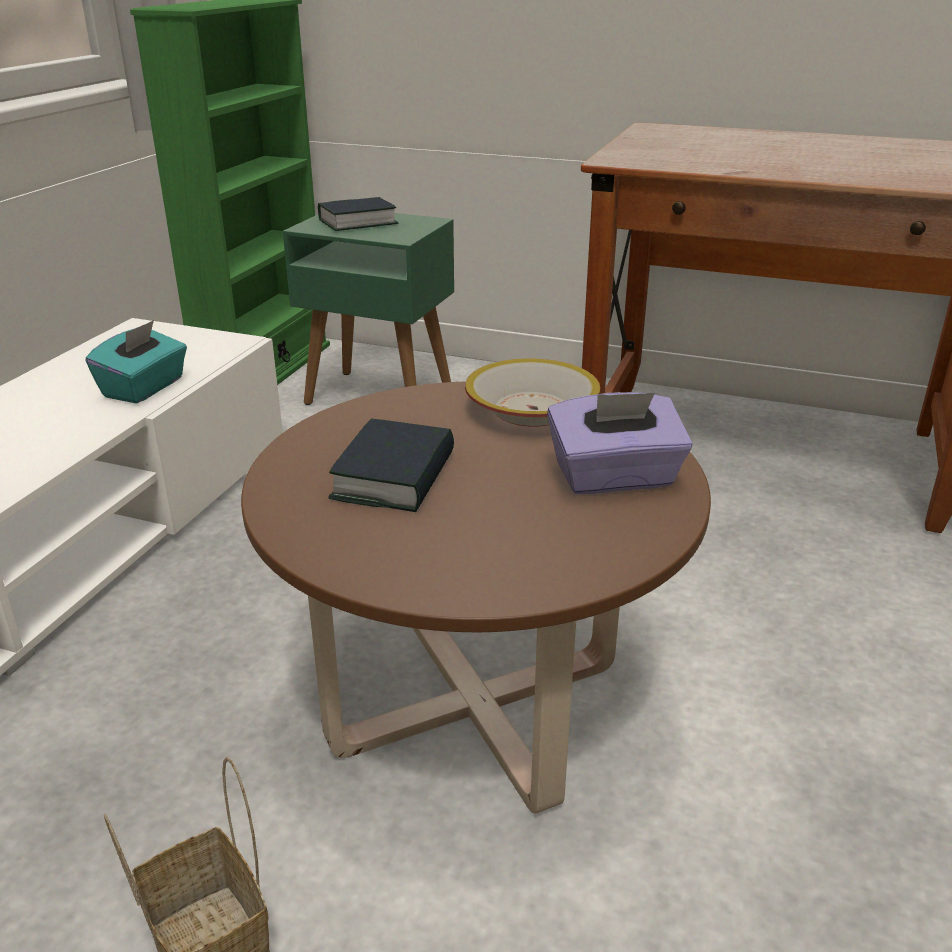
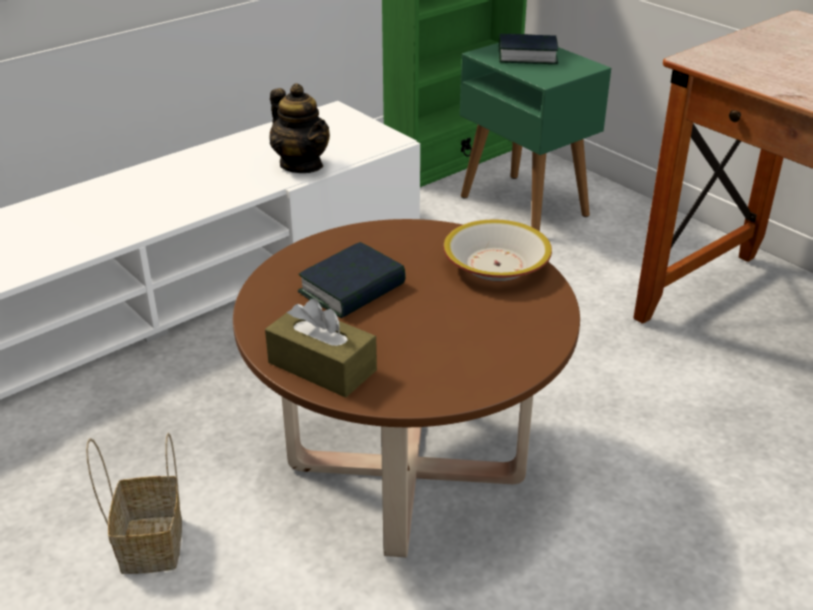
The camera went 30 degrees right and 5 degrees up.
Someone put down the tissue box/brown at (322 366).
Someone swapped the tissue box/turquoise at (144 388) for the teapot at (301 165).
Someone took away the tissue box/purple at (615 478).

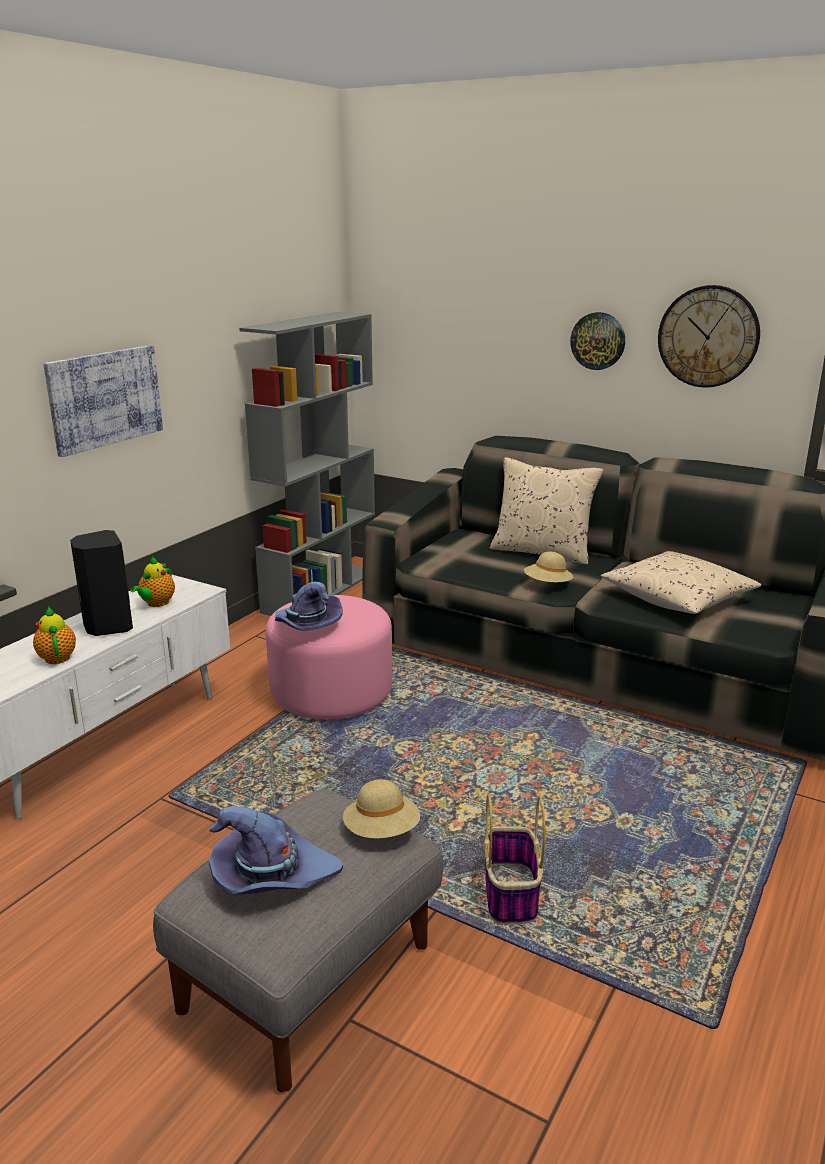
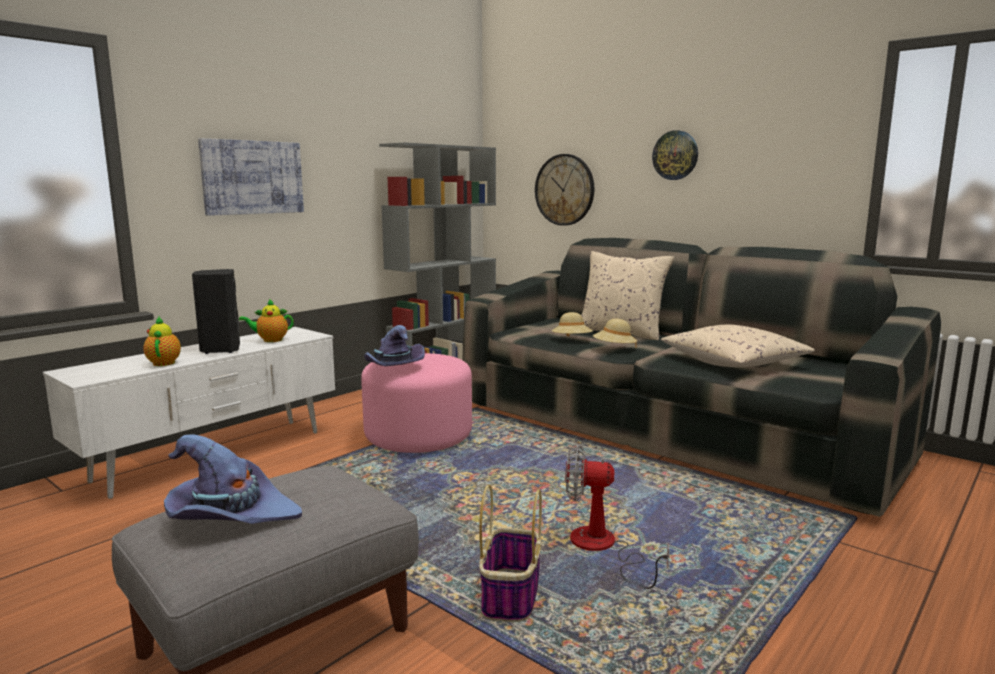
The camera went 10 degrees right and 10 degrees down.
Someone rotated the teapot at (156 603) by 45 degrees clockwise.
Someone carried the wall clock from (708 336) to (564 190).
Someone carried the hat/beige from (382 831) to (571 341).
Someone put down the fan at (602 549).

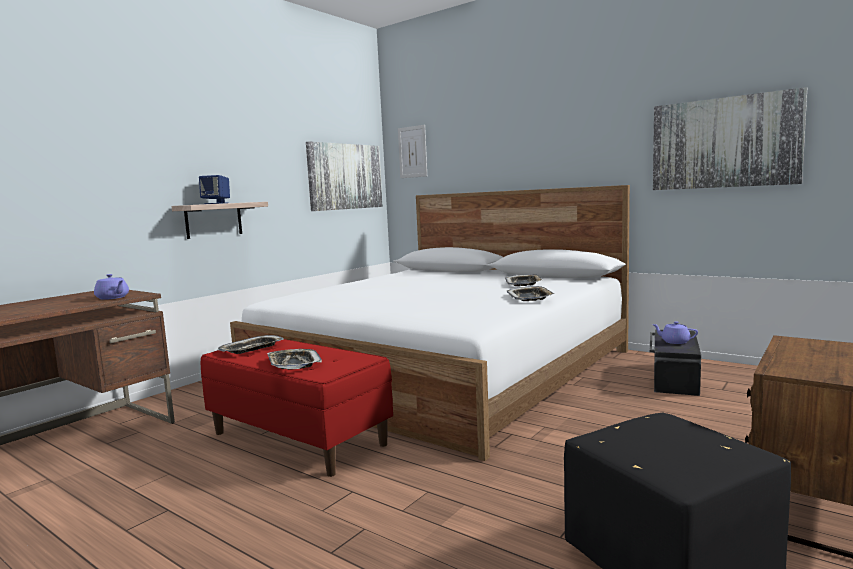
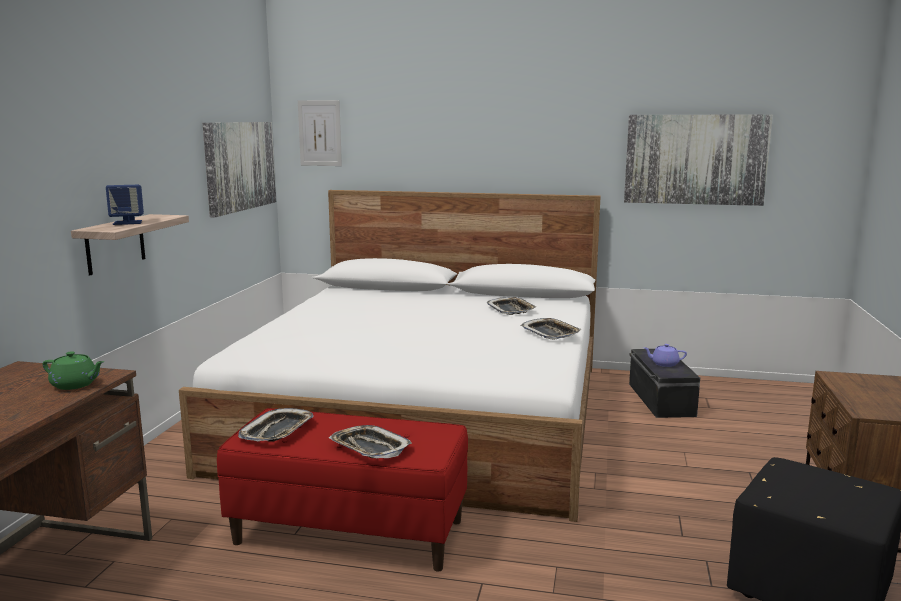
The camera went 25 degrees left and 5 degrees up.
Someone repainted the teapot/purple at (113 298), which became the teapot/green at (75 385).

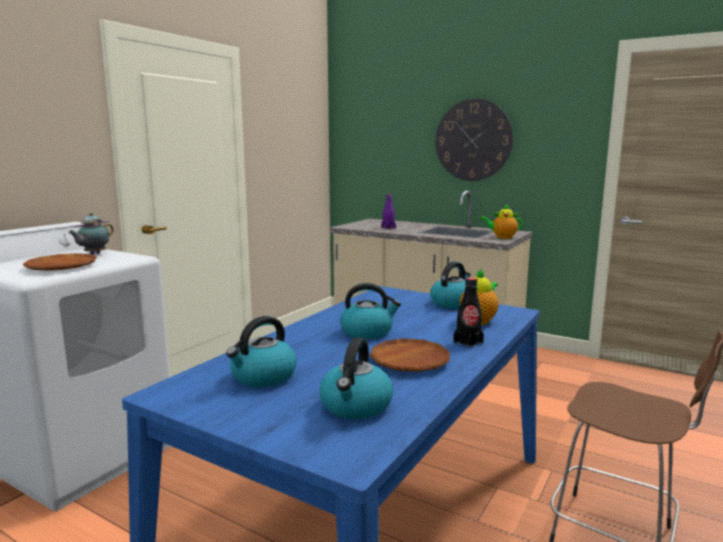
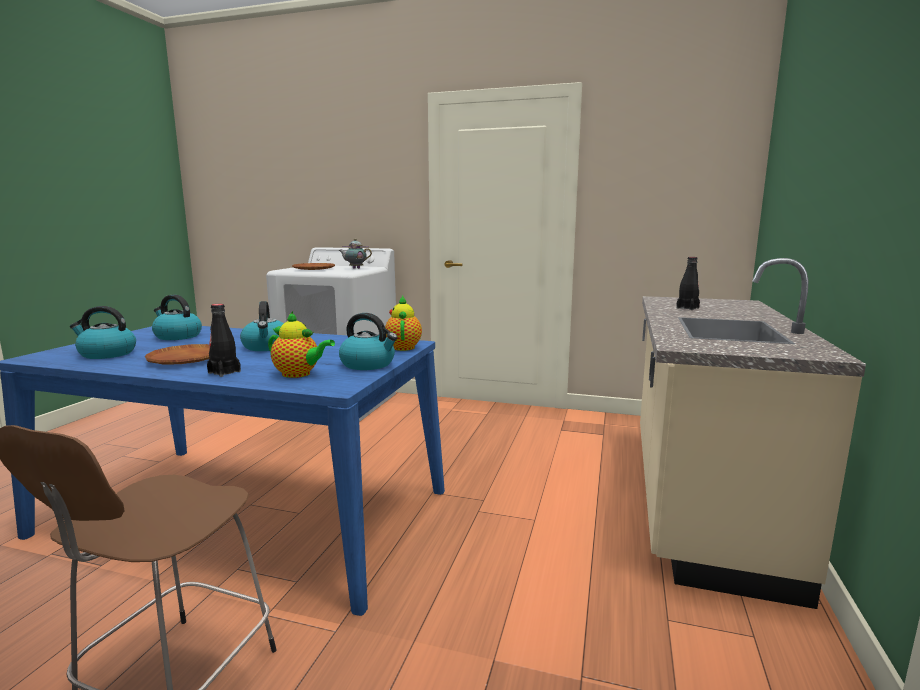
The camera went 75 degrees right and 0 degrees up.
Someone carried the teapot from (502 237) to (404 347).
Someone repainted the bottle/purple at (388 228), which became the bottle/black at (687 308).
Someone took away the wall clock at (473 140).

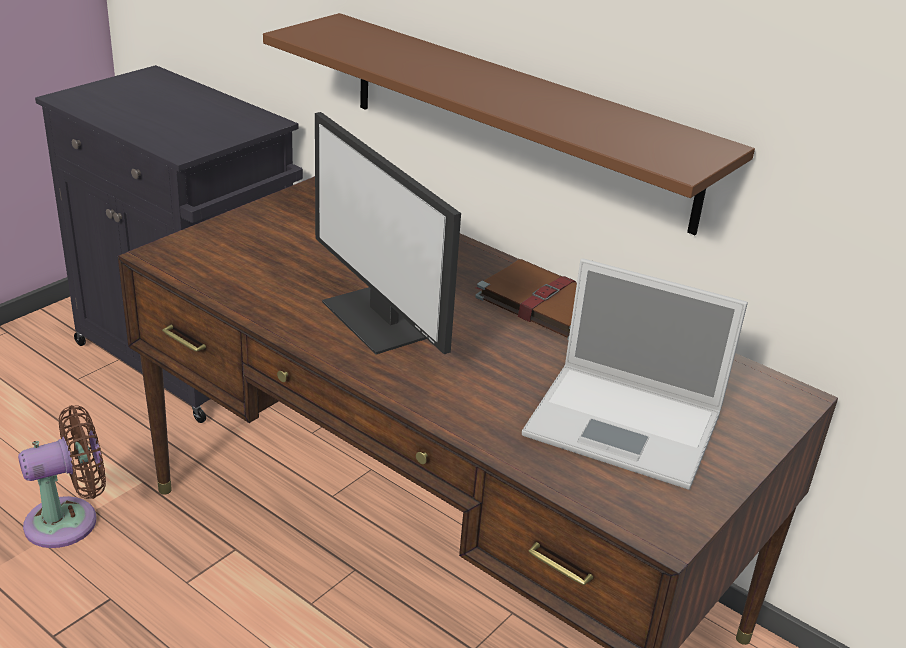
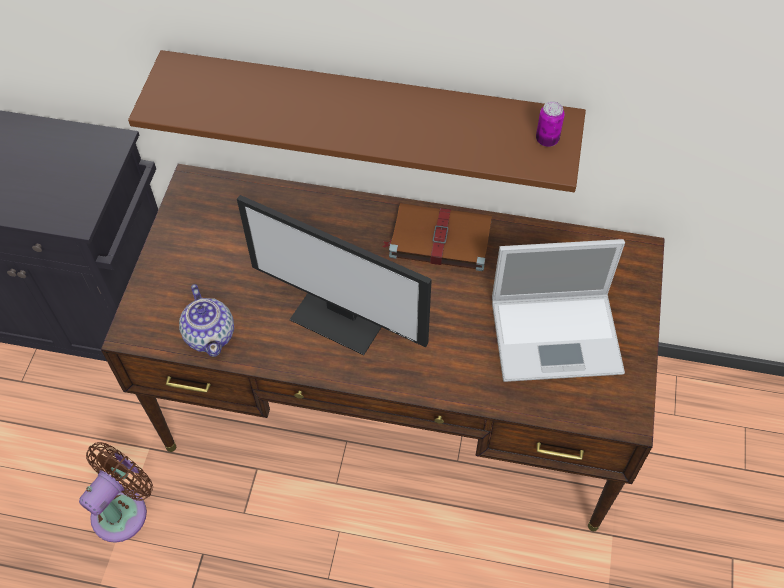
The camera went 25 degrees left and 25 degrees up.
Someone put down the teapot at (210 334).
Someone put down the can at (547 140).

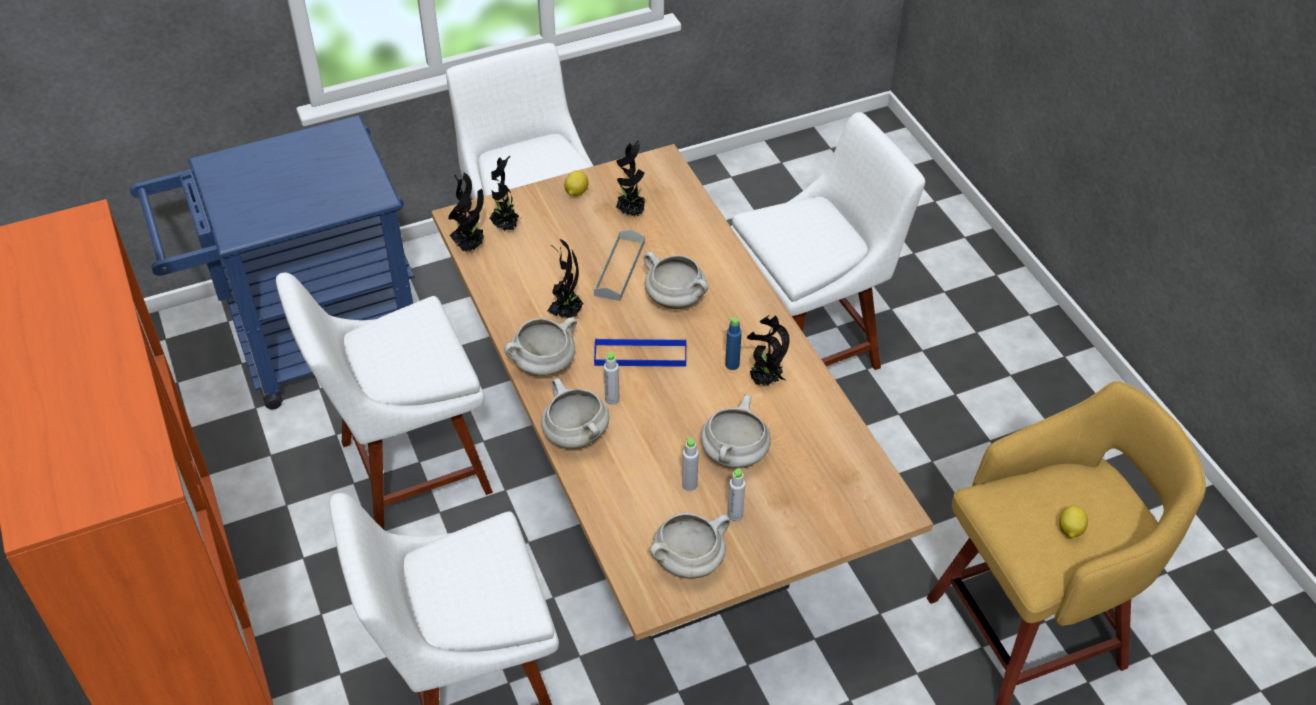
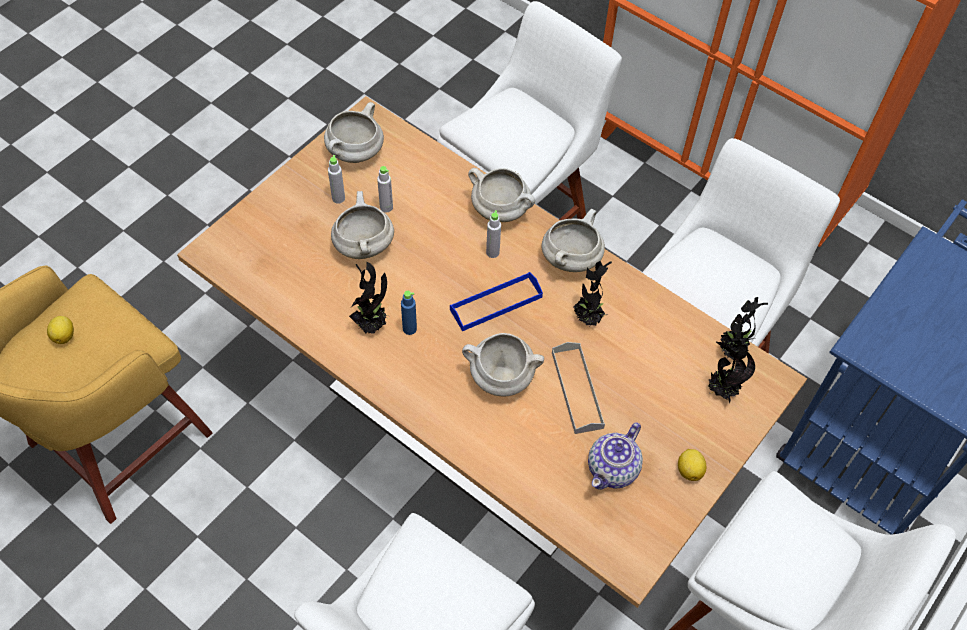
The camera went 150 degrees right and 10 degrees up.
Someone swapped the potted plant at (632 213) for the teapot at (613 469).

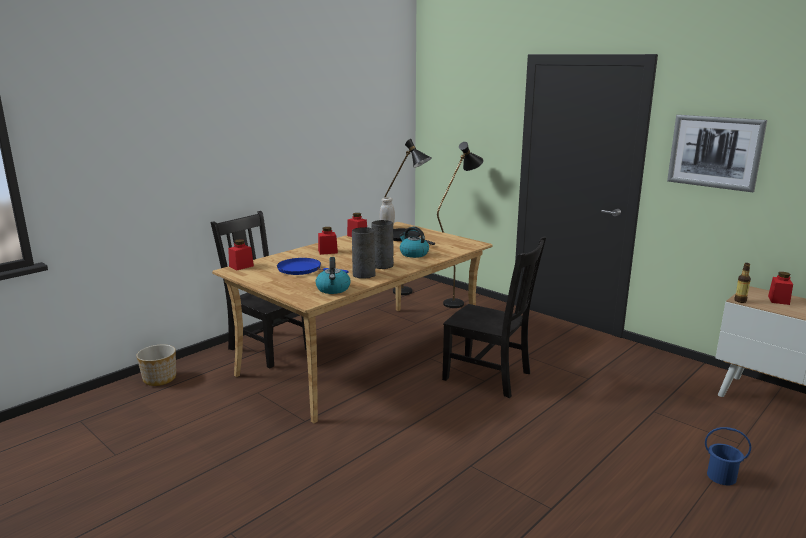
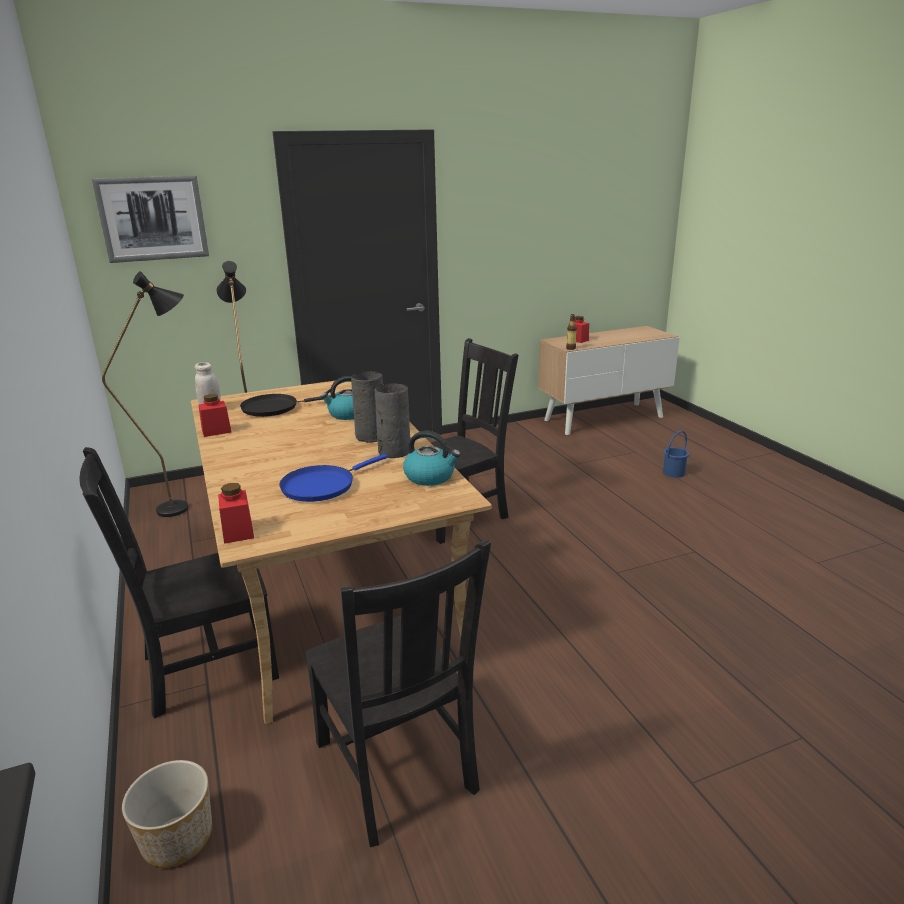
The camera went 65 degrees left and 5 degrees up.
Someone carried the picture from (715 152) to (153 218).
Someone put down the chair/black at (397 770).
Someone took away the jar/red at (328 252).

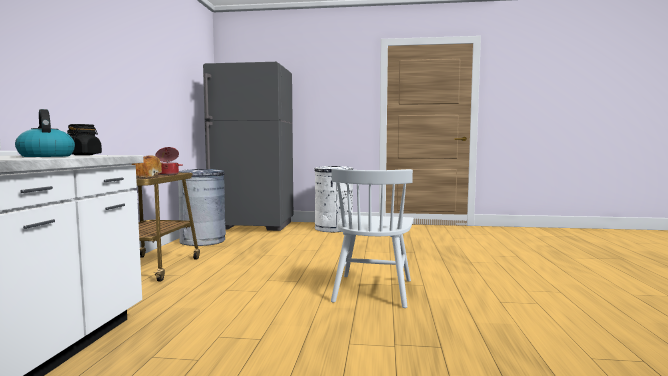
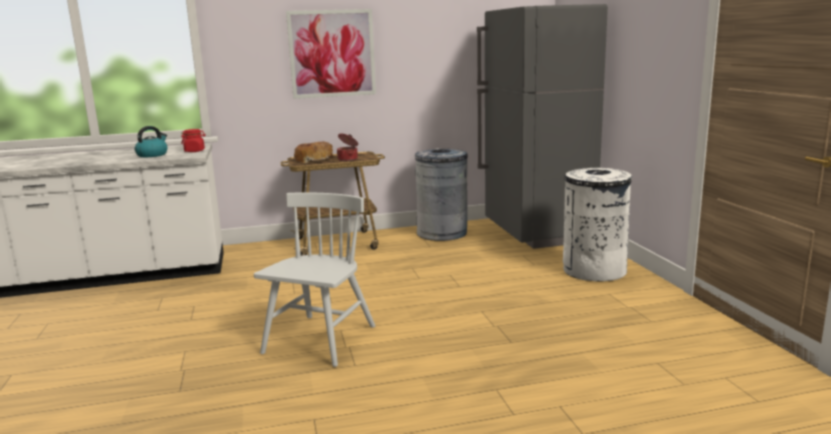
The camera went 70 degrees right and 10 degrees up.
Someone repainted the jar/black at (84 155), which became the jar/red at (195 151).
Someone rotated the chair/white at (372 290) by 120 degrees clockwise.
Someone put up the picture at (332 53).

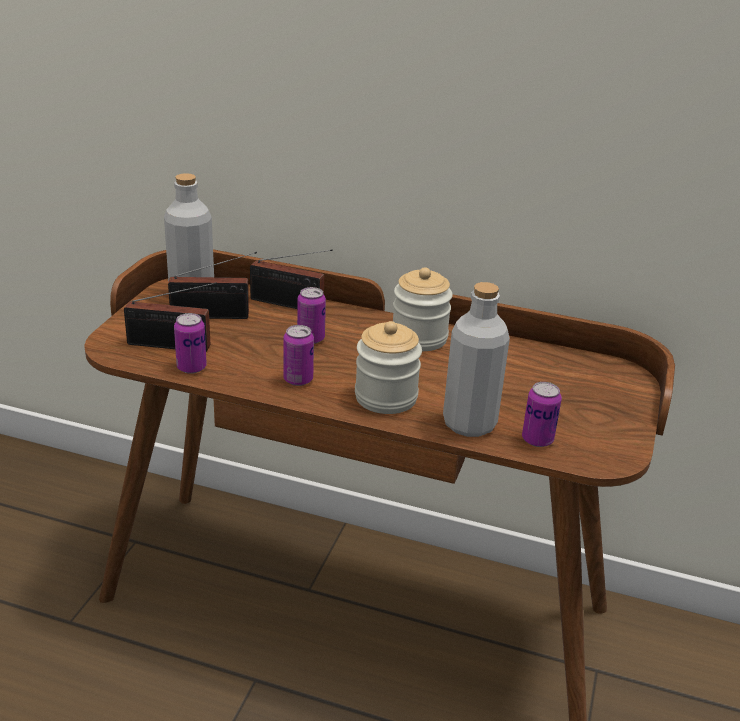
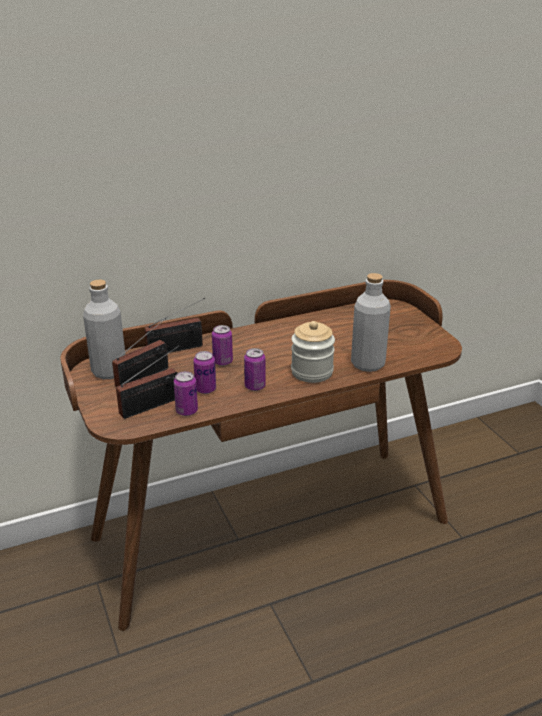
The camera went 40 degrees left and 0 degrees up.
Someone carried the can from (537 440) to (205 389).
Someone took away the jar at (419 338).

